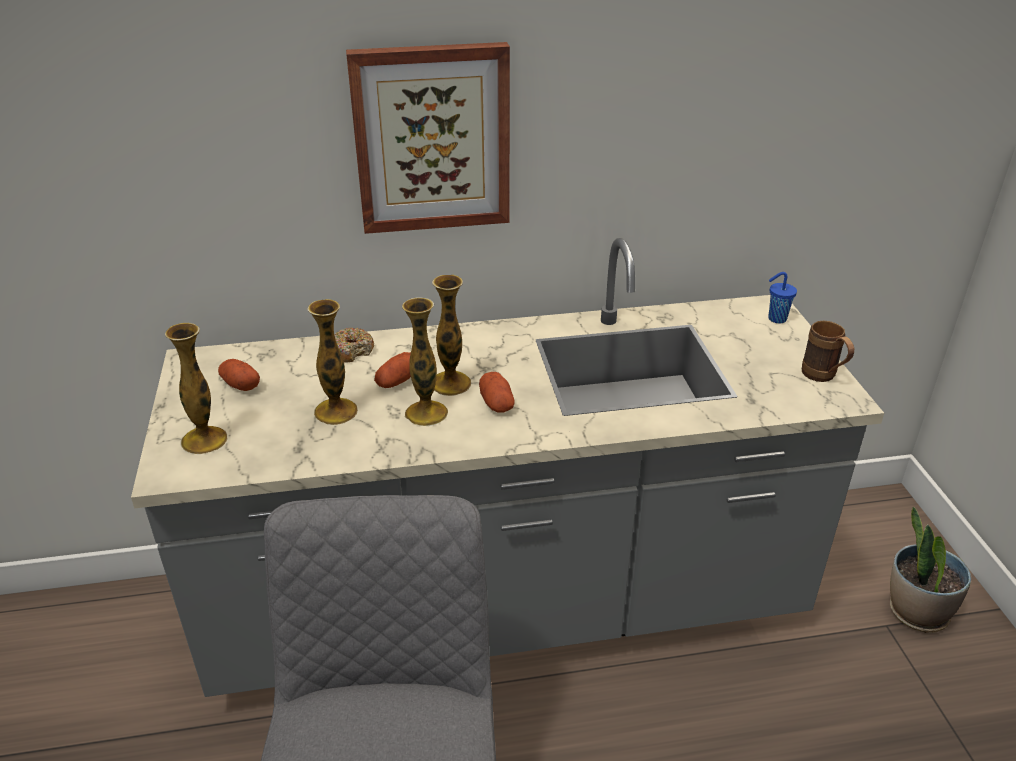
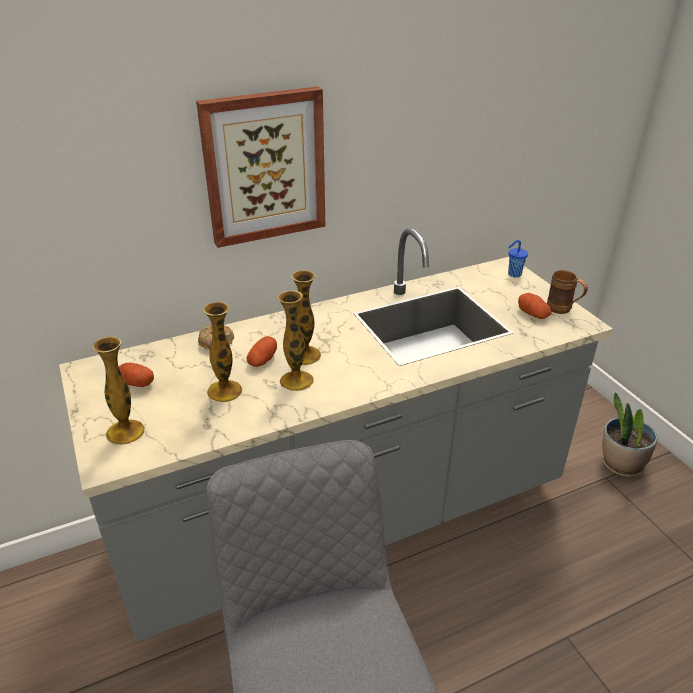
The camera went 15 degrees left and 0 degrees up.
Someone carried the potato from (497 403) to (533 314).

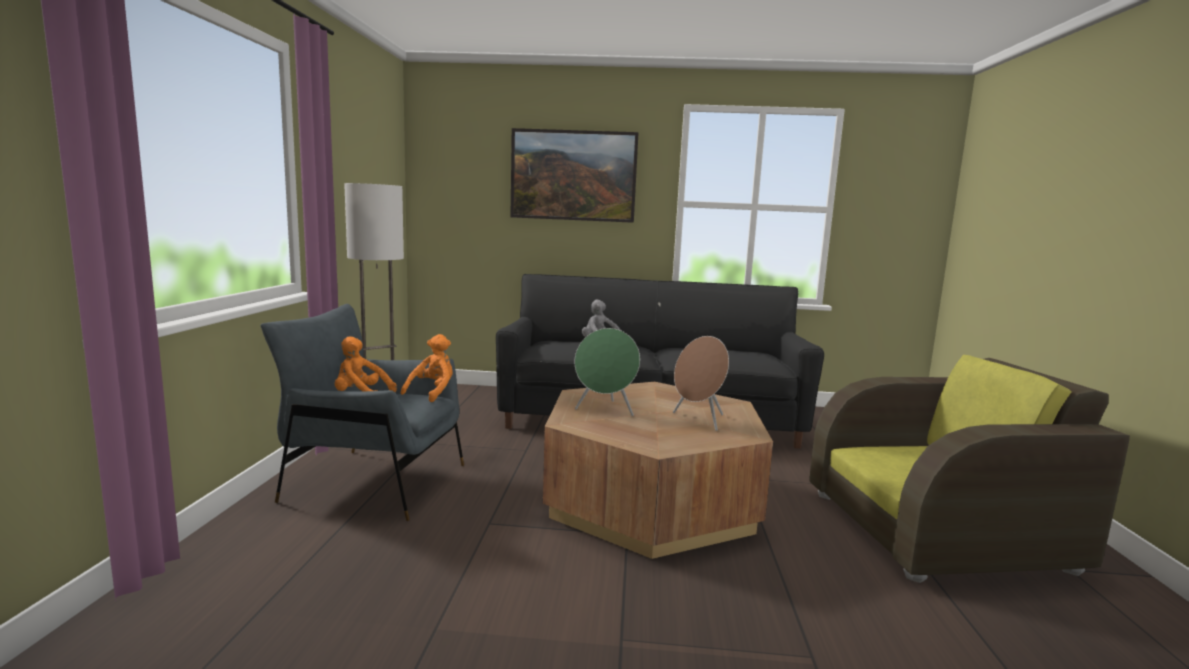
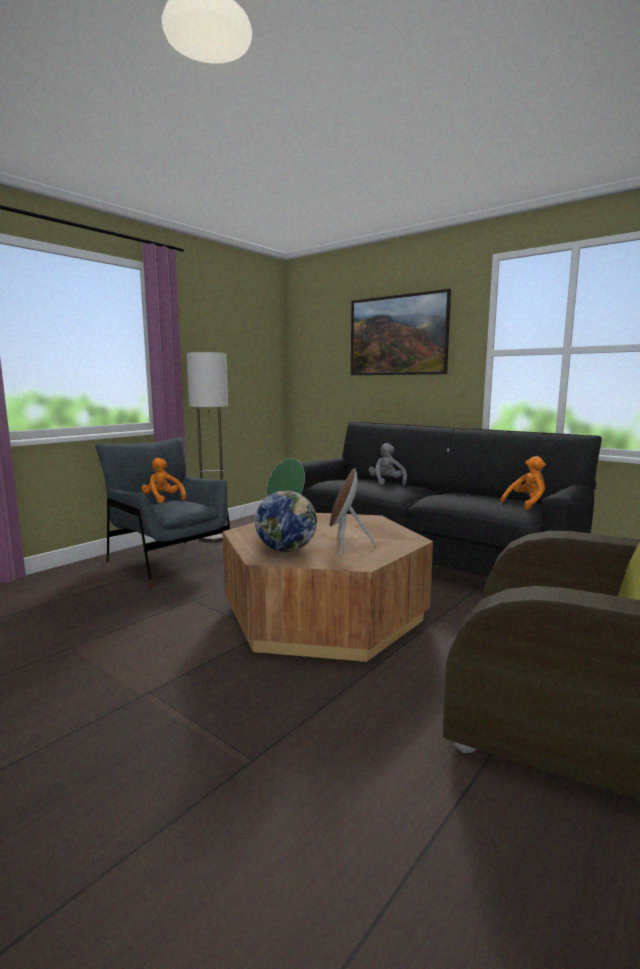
The camera went 35 degrees right and 0 degrees up.
Someone put down the globe at (286 550).
Someone carried the plush toy/orange from (432 392) to (526 504).

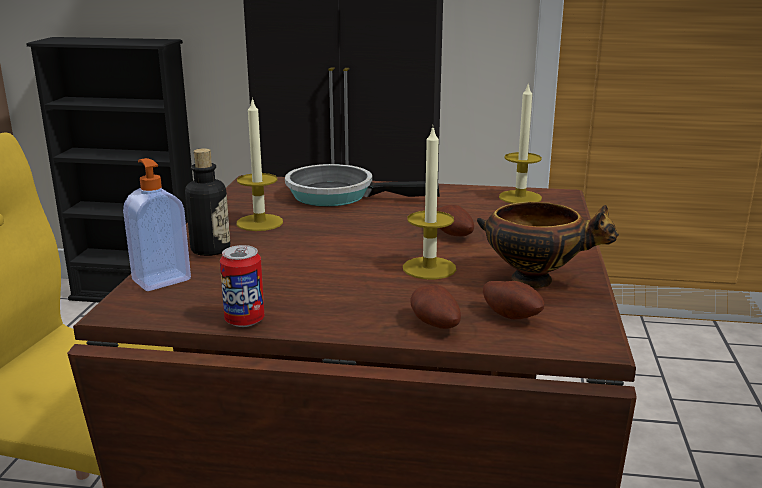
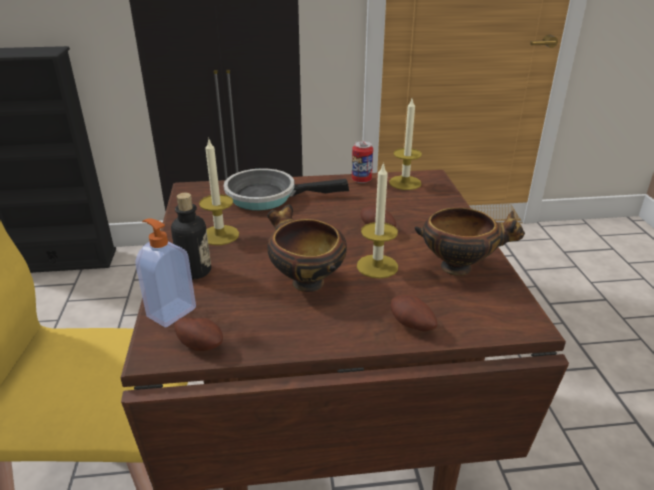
The camera went 15 degrees left and 10 degrees up.
Someone carried the potato from (512 315) to (201 344).
Someone put down the bowl at (305 281).
Someone carried the can from (244 320) to (361 180).

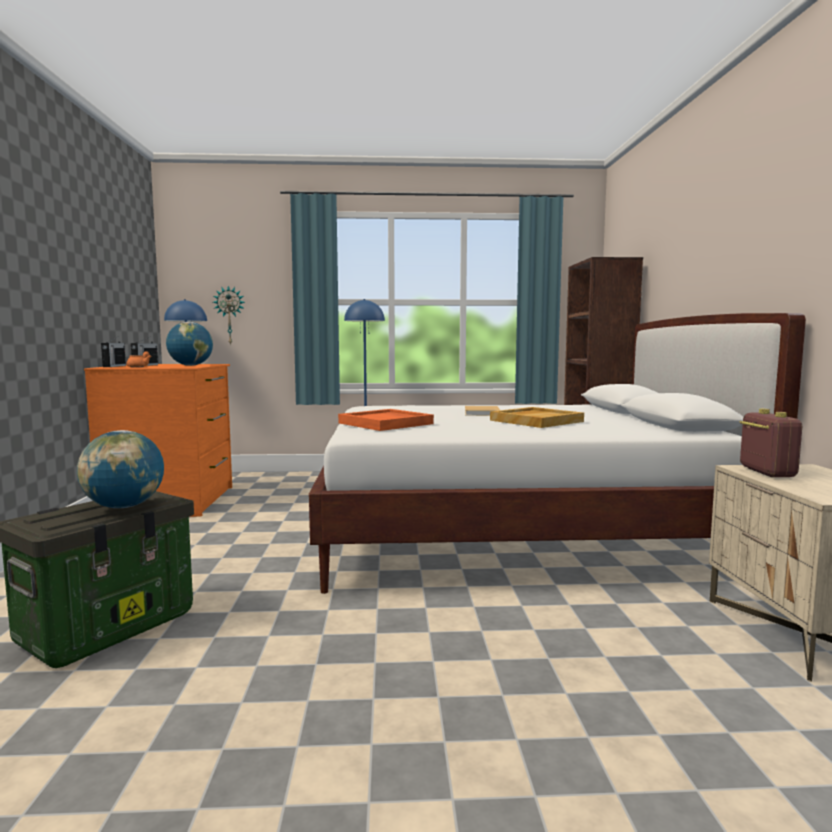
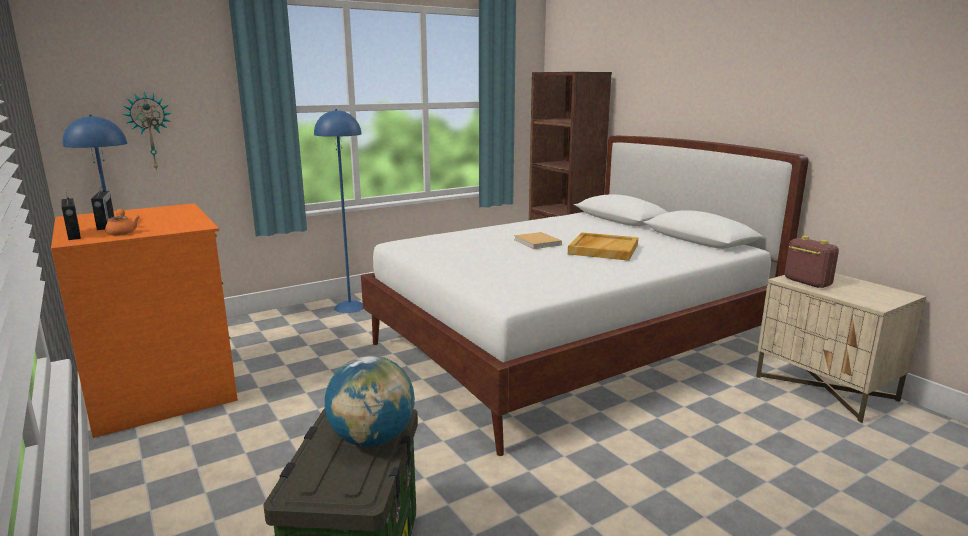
The camera went 30 degrees left and 10 degrees up.
Someone took away the globe at (190 365).
Someone took away the tray/orange at (386 423).

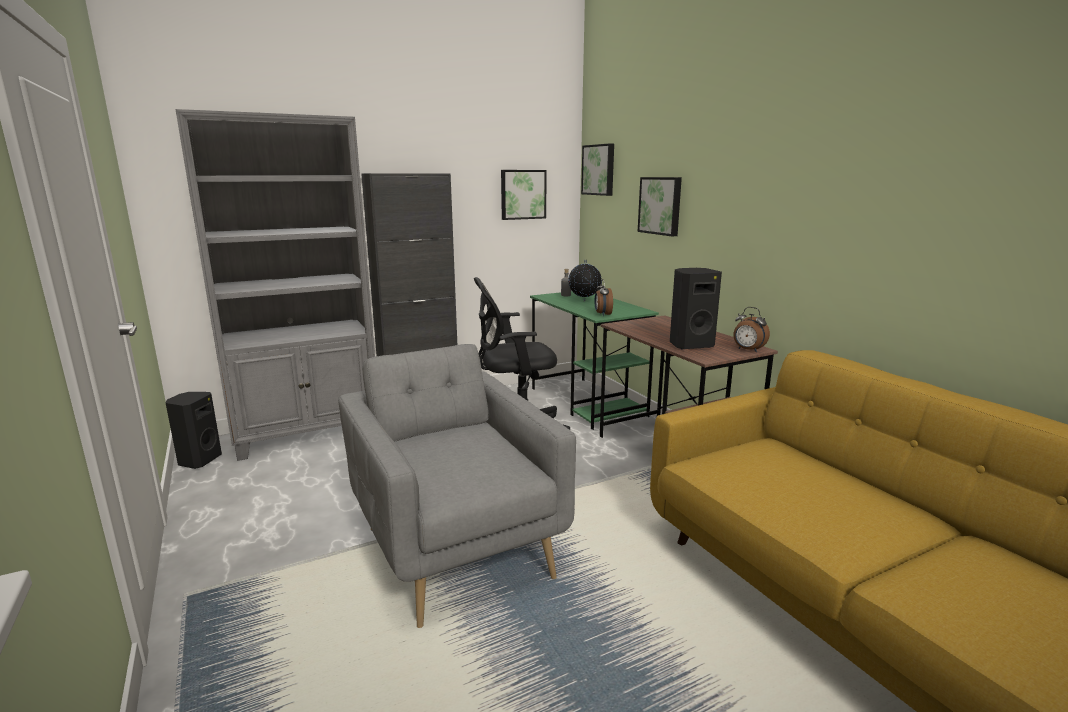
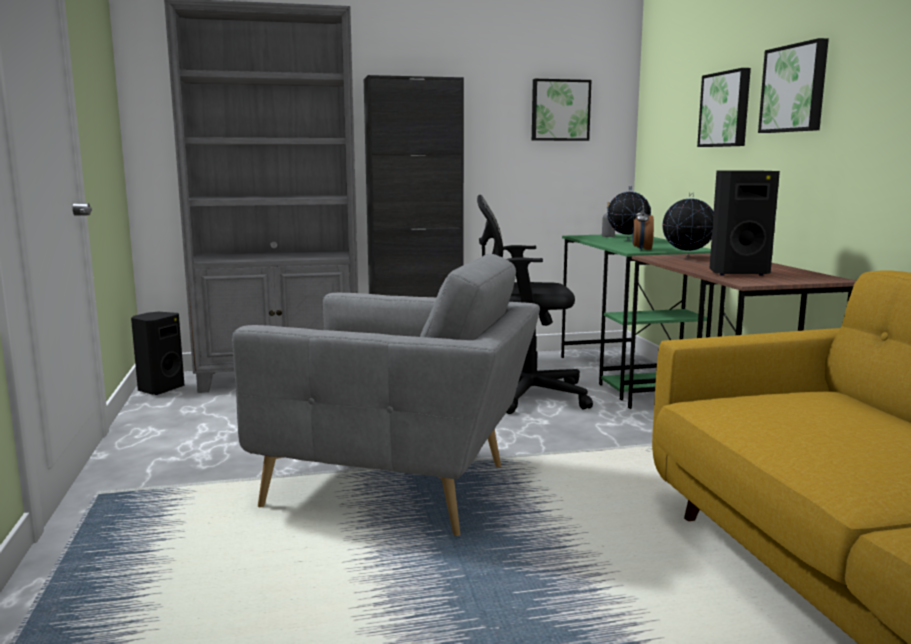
The camera went 15 degrees right and 5 degrees down.
Someone rotated the armchair/grey at (455 545) by 120 degrees clockwise.
Someone put down the globe at (686 258).
Someone carried the picture from (599 170) to (795 88).
Someone took away the alarm clock at (748 350).

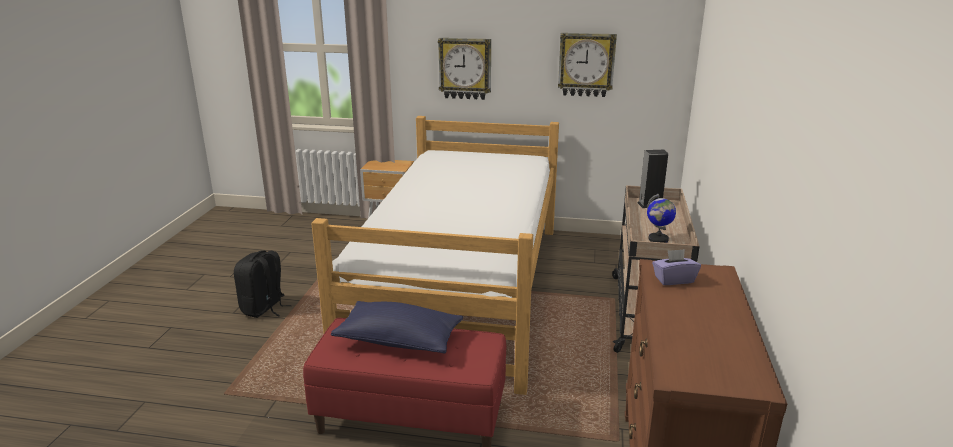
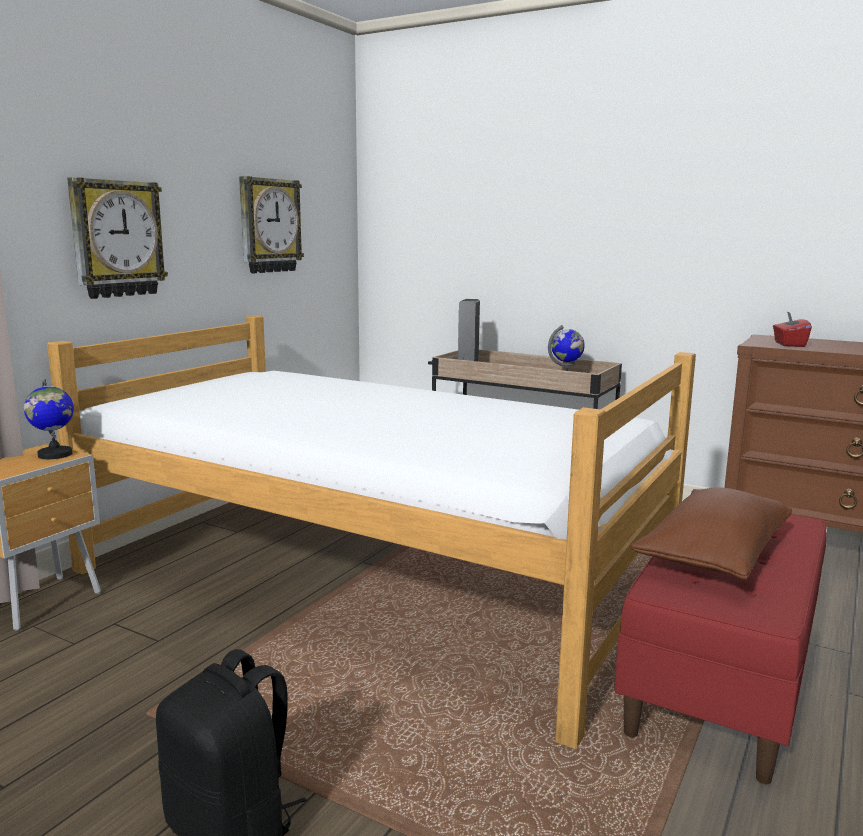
The camera went 70 degrees left and 10 degrees down.
Someone put down the globe at (54 455).
Someone repainted the pillow/blue at (399 340), which became the pillow/brown at (713 555).
Someone repainted the tissue box/purple at (673 279), which became the tissue box/red at (789 344).

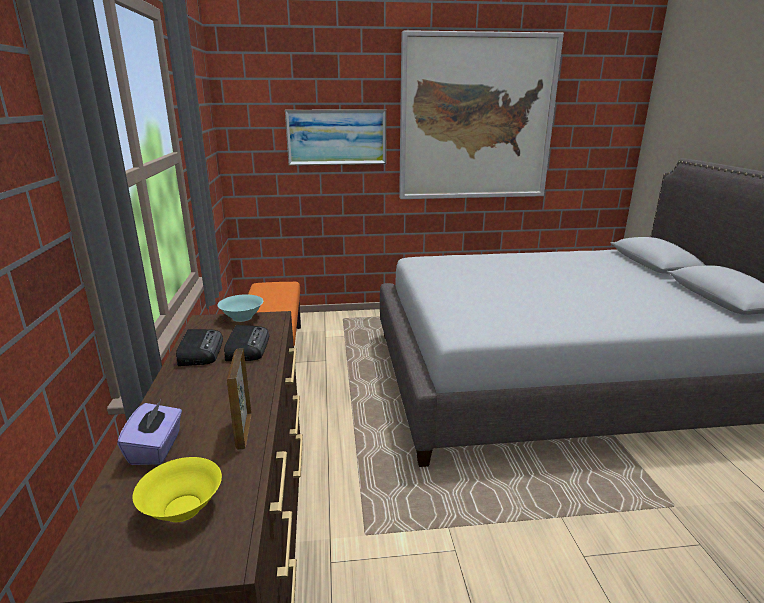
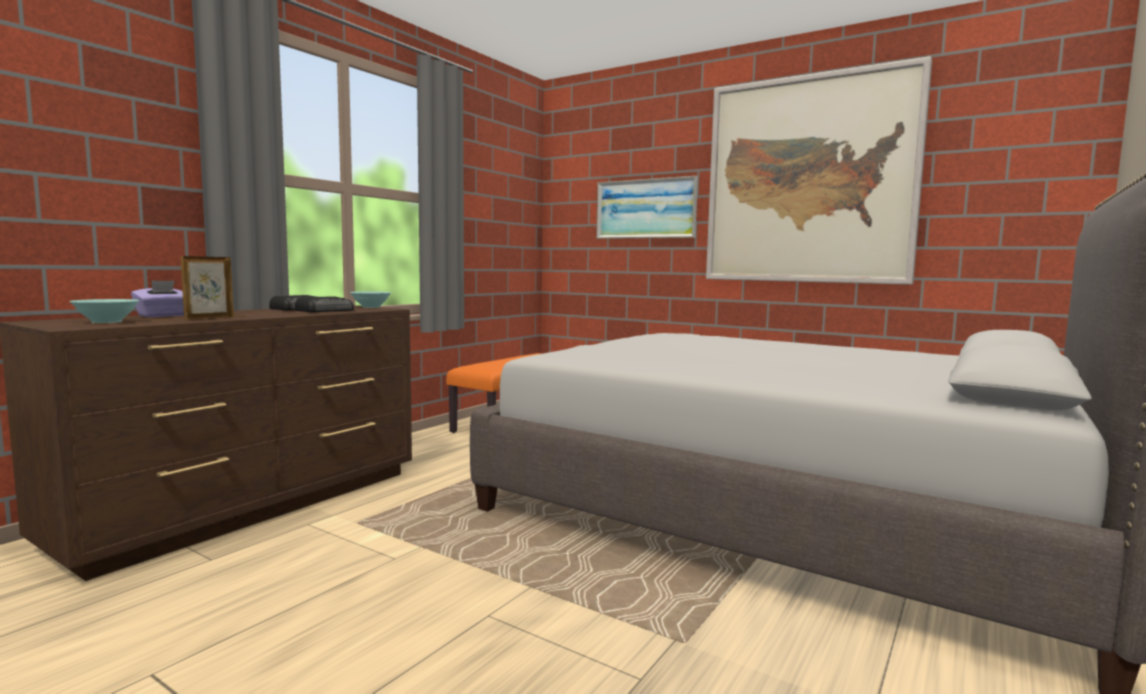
The camera went 40 degrees right and 15 degrees down.
Someone repainted the bowl/yellow at (182 507), which became the bowl/turquoise at (107 321).

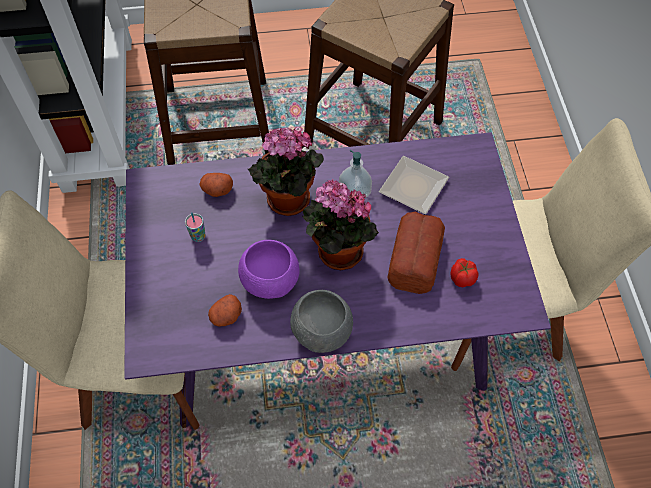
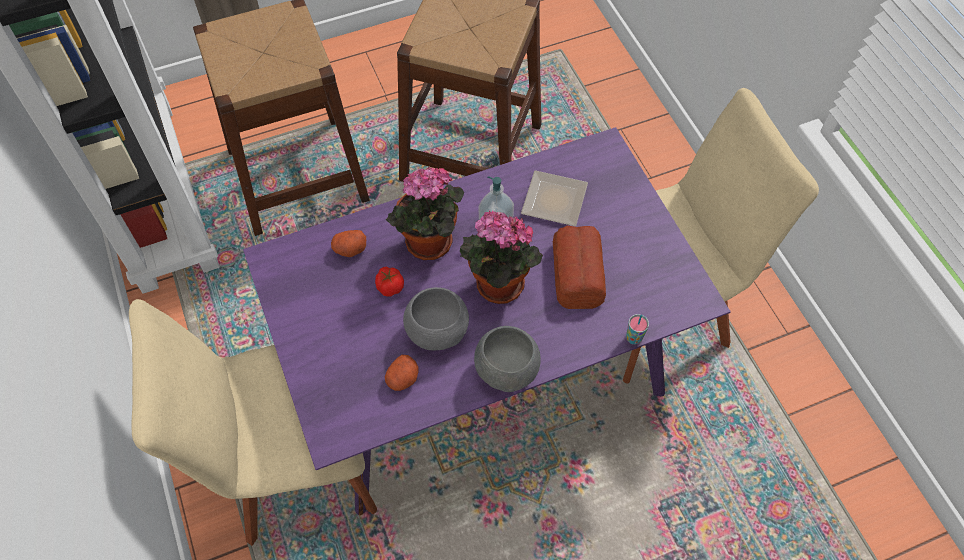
The camera went 15 degrees left and 0 degrees up.
Someone carried the tomato from (462 277) to (390 286).
Someone repainted the bowl/purple at (270 282), which became the bowl/grey at (437 333).
Someone carried the cup from (198 236) to (634 338).

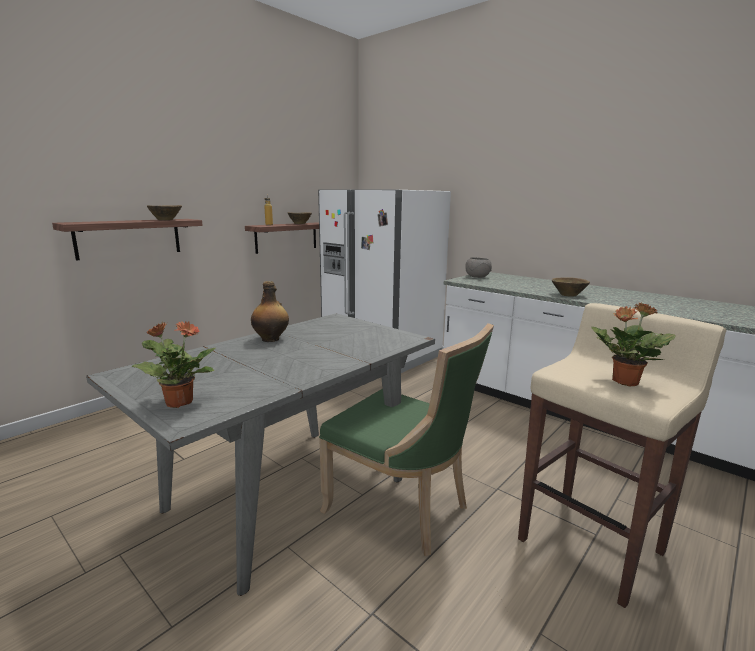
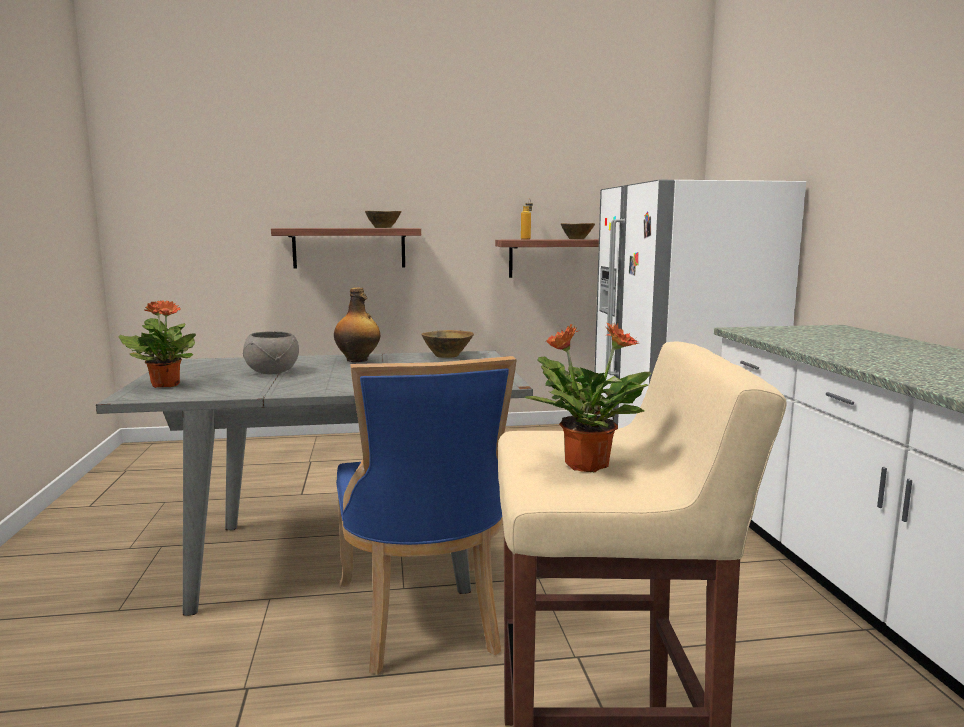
The camera went 40 degrees right and 5 degrees down.
Someone carried the bowl/grey from (477 277) to (272 372).
Someone repainted the chair/green at (402 508), which became the chair/blue at (423 619).
Someone carried the bowl/brown from (569 295) to (447 356).

